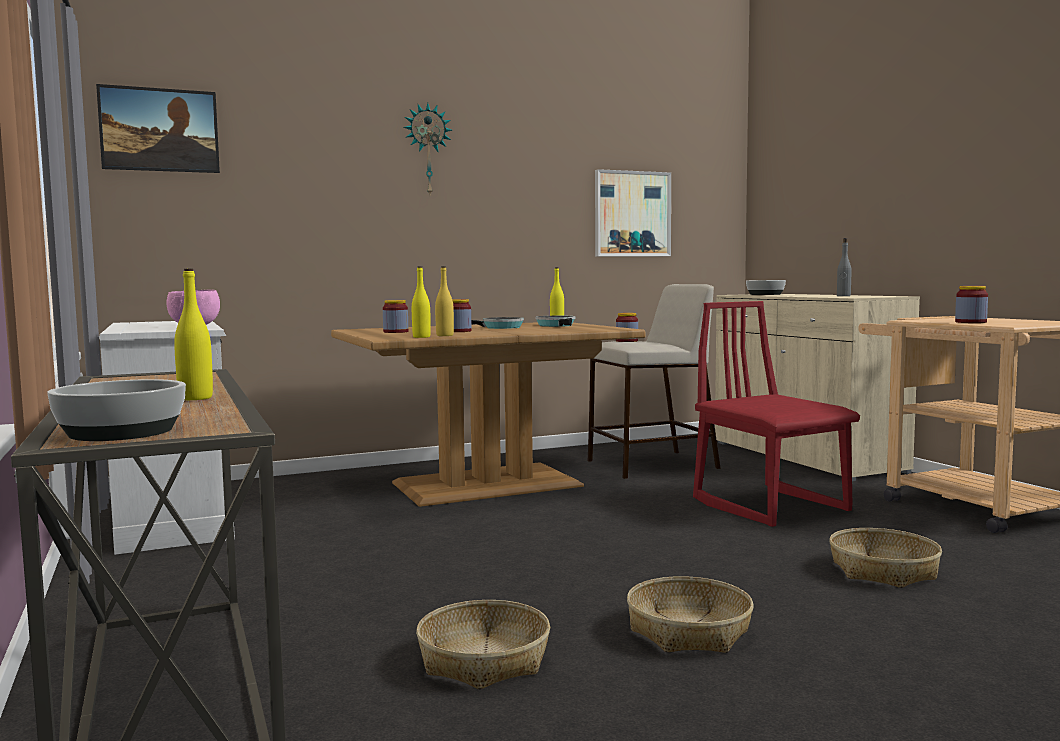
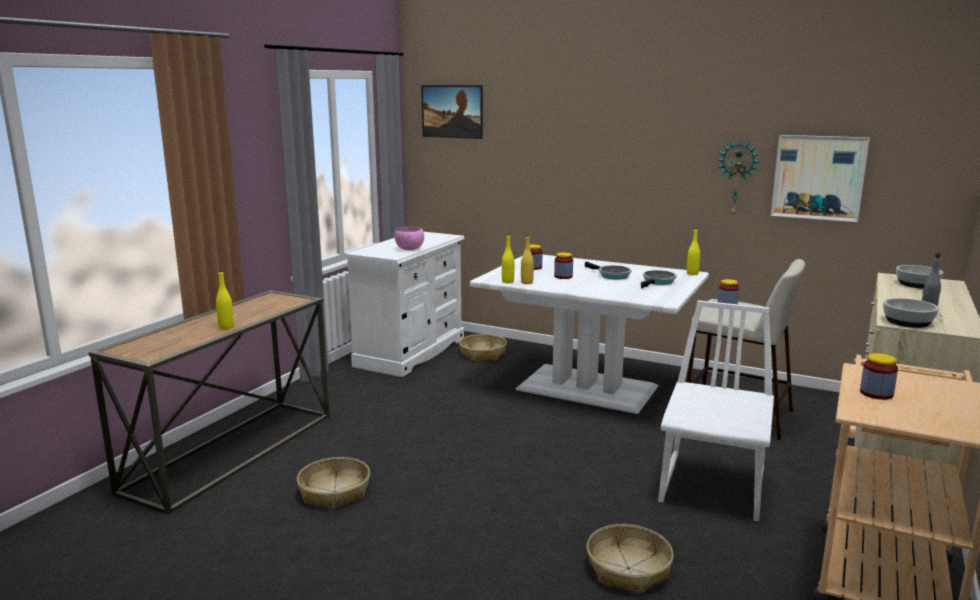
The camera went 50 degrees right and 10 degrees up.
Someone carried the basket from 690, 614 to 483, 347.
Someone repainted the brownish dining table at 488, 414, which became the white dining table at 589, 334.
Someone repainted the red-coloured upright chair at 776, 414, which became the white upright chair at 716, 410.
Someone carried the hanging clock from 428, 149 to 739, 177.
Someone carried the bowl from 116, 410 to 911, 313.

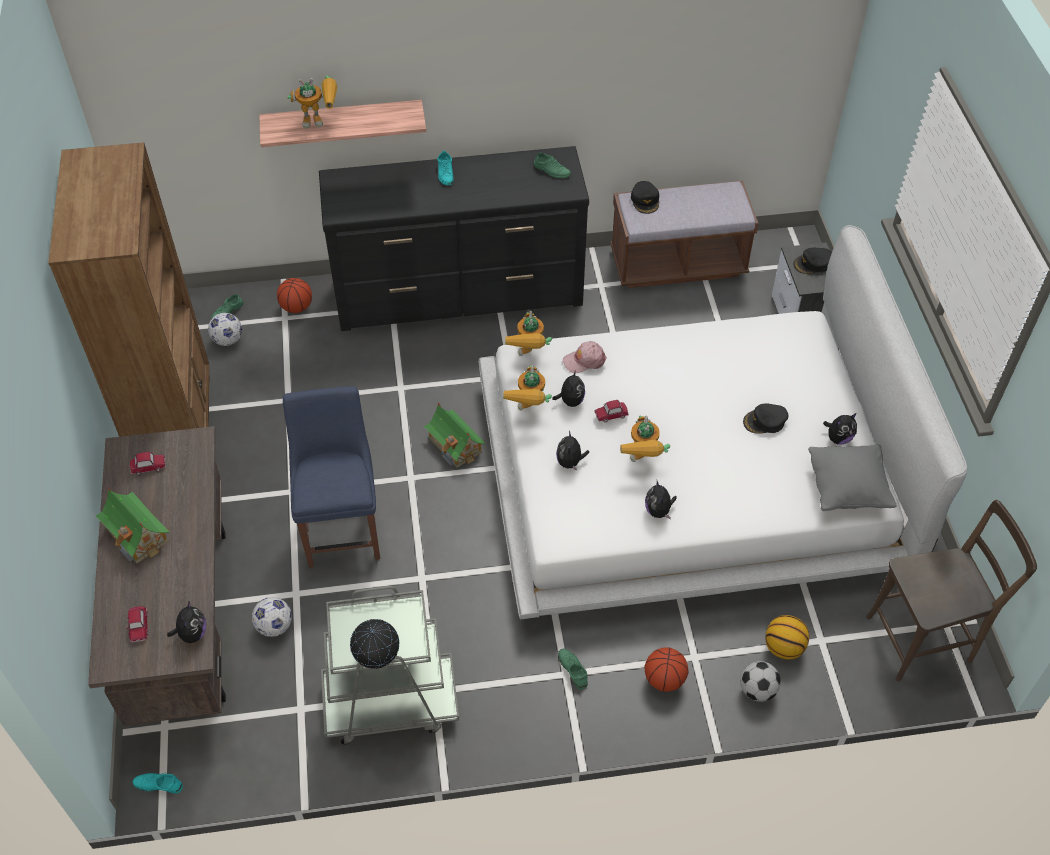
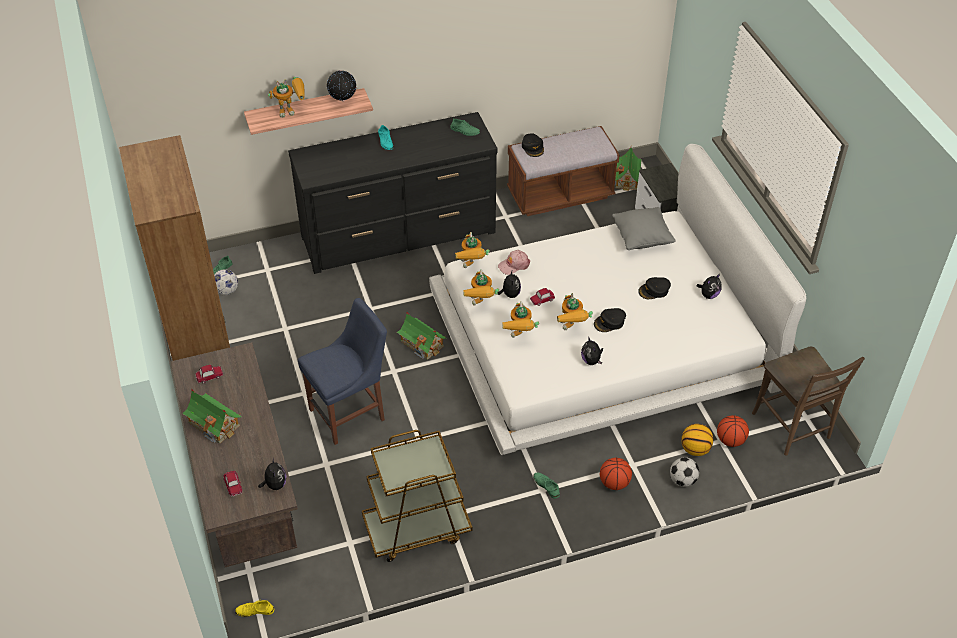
The camera went 10 degrees left and 5 degrees down.
Someone repainted the blue-green shoe at 157, 783, which became the yellowish shoe at 254, 608.
Someone rotated the blue-coloured upright chair at 331, 477 by 75 degrees clockwise.
Someone carried the desk globe from 374, 644 to 341, 86.
Someone repainted the greyish trolley at 390, 665, which became the brownish trolley at 417, 496.
Someone swapped the soft toy at 572, 451 for the model robot at 520, 319.
Someone carried the blackish cap from 812, 261 to 610, 320.
Someone carried the greyish pillow from 852, 478 to 644, 228.
Someone put down the toy house at 628, 169.
Someone carried the ball for basketball from 294, 295 to 733, 431.
Someone rotated the brownish upright chair at 951, 590 by 90 degrees clockwise.
Someone took away the football at 272, 617.

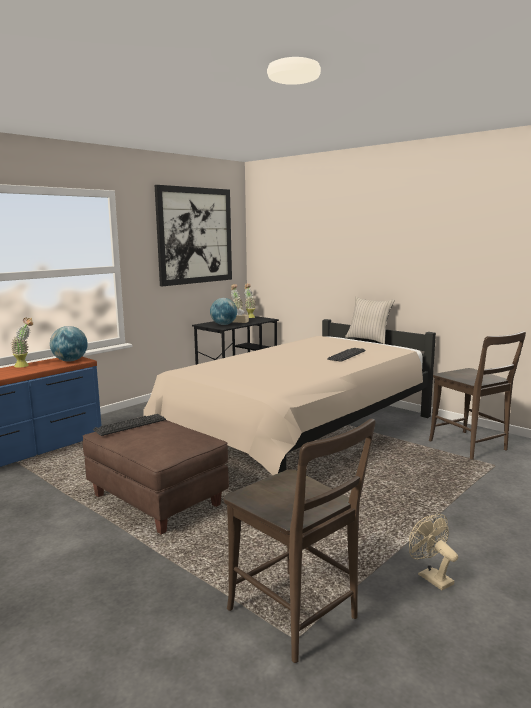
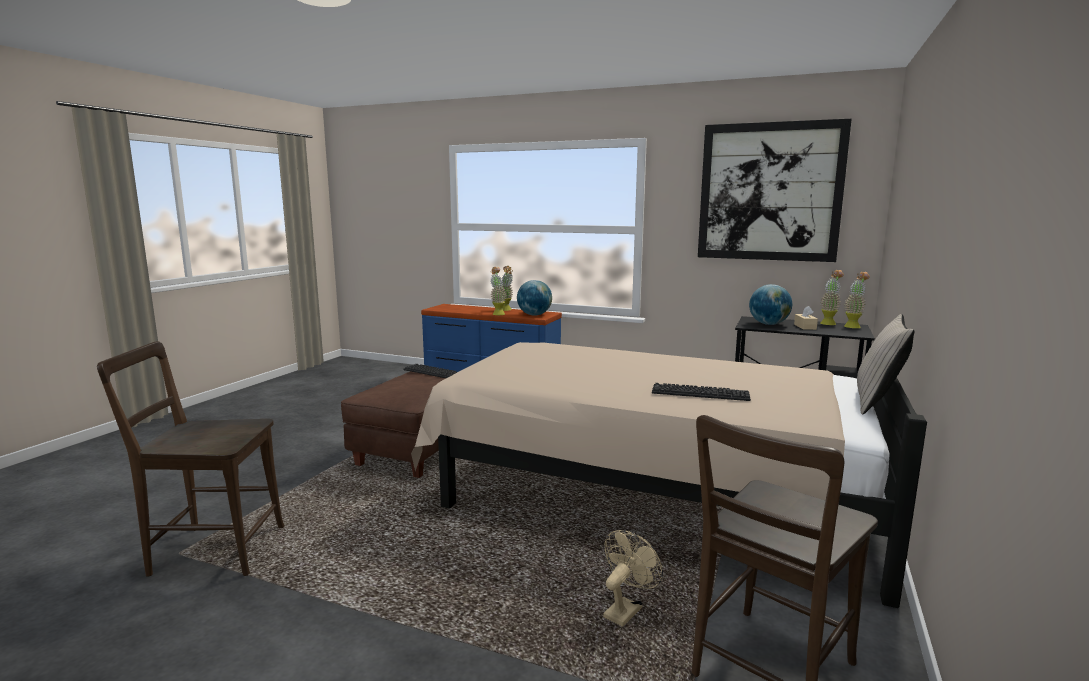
The camera went 70 degrees right and 0 degrees up.
Someone rotated the brownish upright chair at 300, 541 by 60 degrees clockwise.
Someone put down the potted plant at 498, 291.
Someone carried the beige cooling fan from 433, 552 to 633, 578.

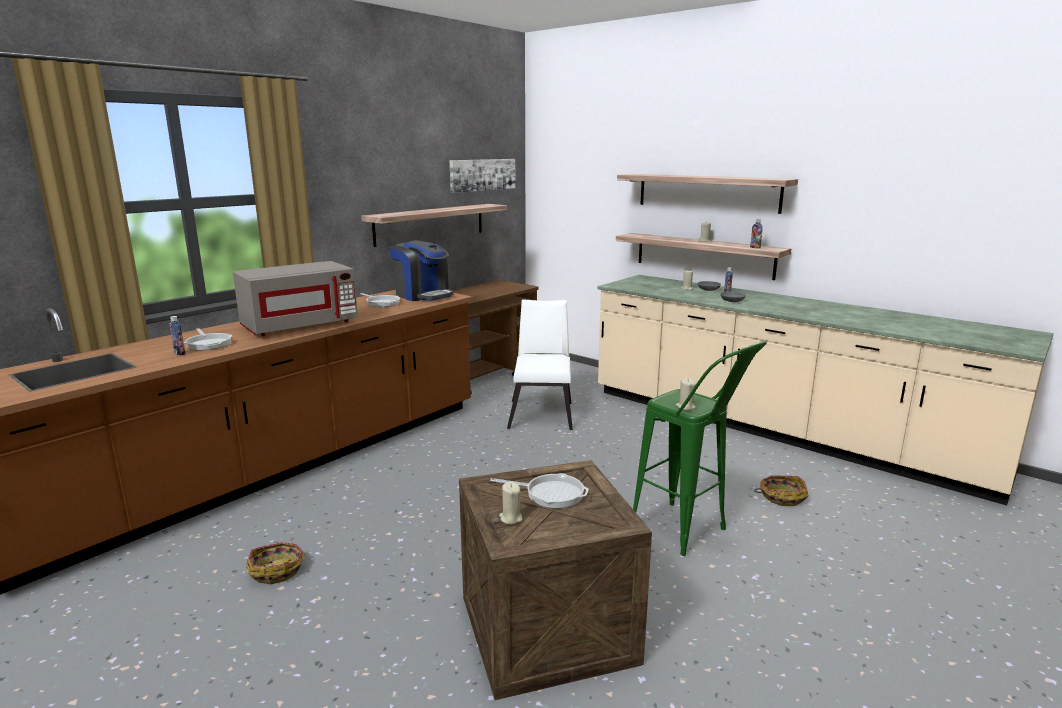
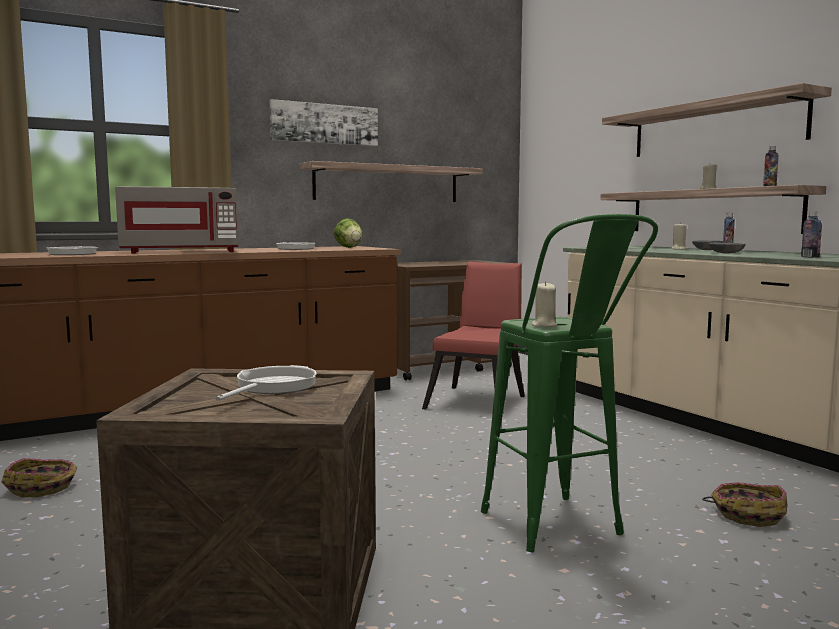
The camera went 20 degrees right and 10 degrees down.
Someone rotated the pan at 539, 490 by 105 degrees counterclockwise.
Someone carried the picture from 482, 176 to 324, 122.
Someone swapped the coffee maker at 421, 270 for the head of lettuce at 348, 233.
Someone repainted the white upright chair at 540, 364, which became the red-coloured upright chair at 473, 339.
Someone carried the beverage bottle from 177, 335 to 811, 235.
Someone took away the beige wax light at 511, 503.

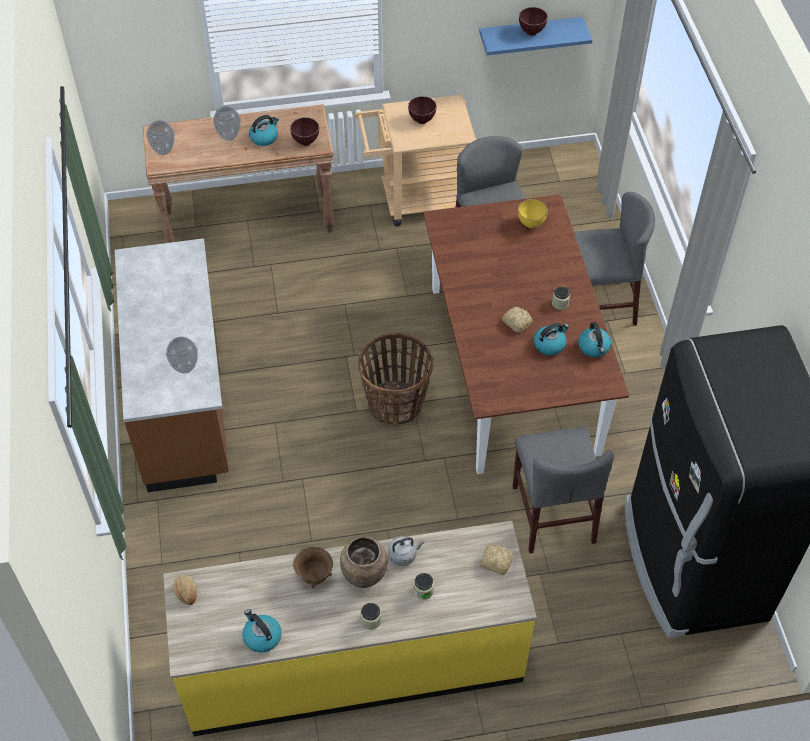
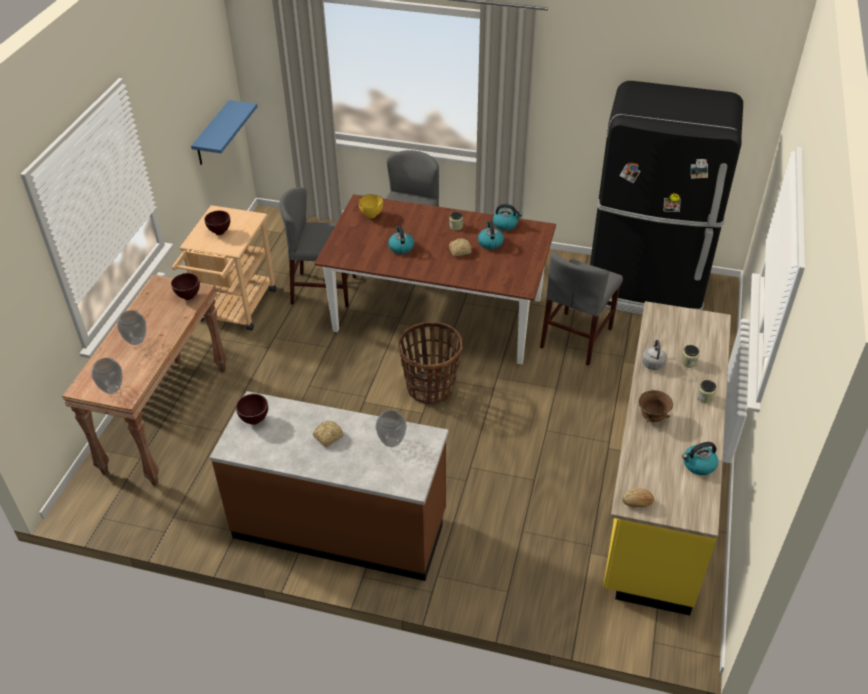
The camera went 65 degrees left and 10 degrees down.
Someone carried the brownish bowl from 533, 21 to 252, 409.
Someone carried the baked bread from 496, 559 to 328, 434.
Someone carried the kettle from 264, 130 to 401, 239.
Someone rotated the greyish upright chair at 563, 490 by 105 degrees clockwise.
Someone took away the brownish flower vase at 364, 562.

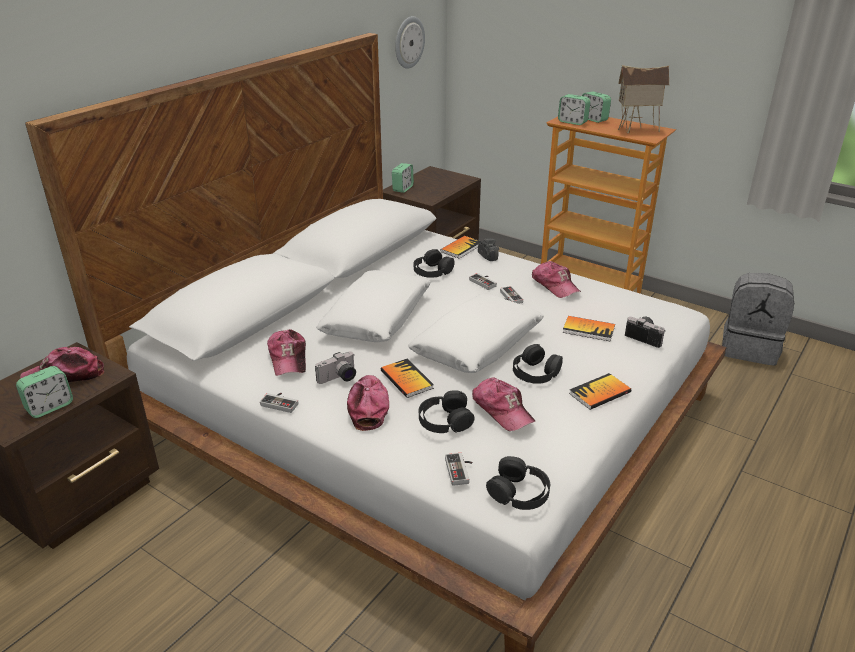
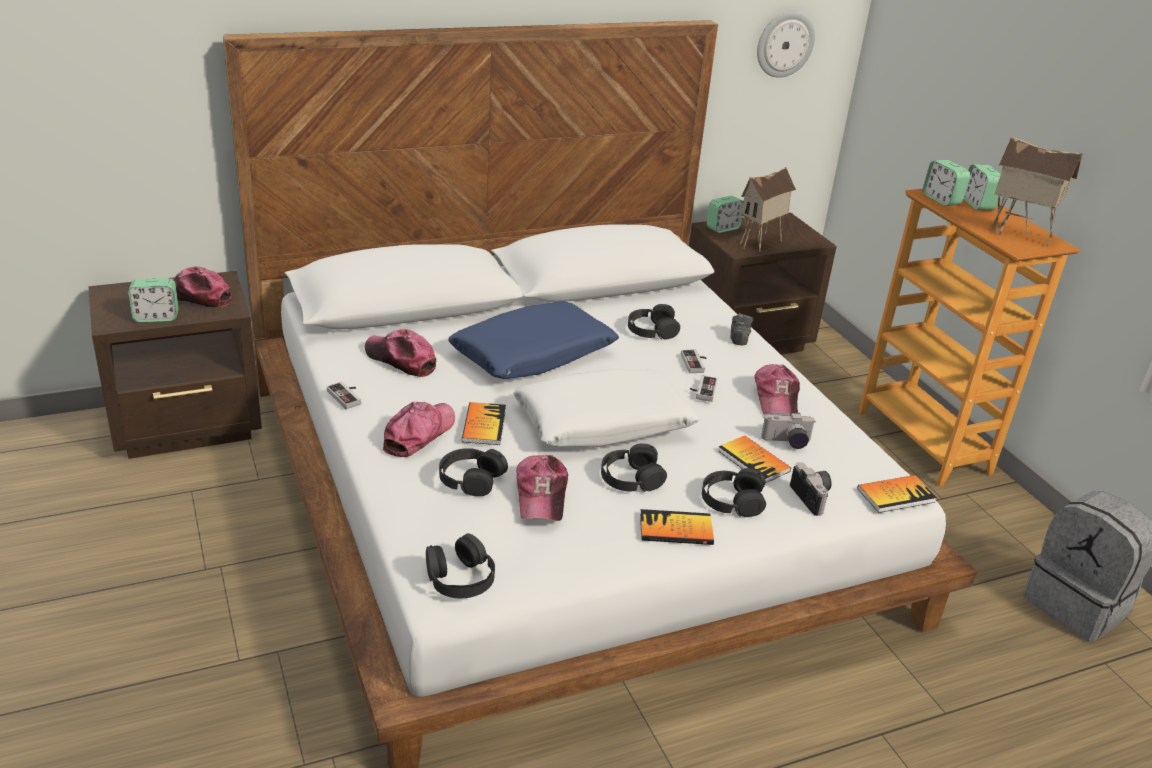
The camera went 30 degrees right and 0 degrees up.
Someone rotated the cap at 286, 352 by 105 degrees clockwise.
Someone repainted the white pillow at 373, 306, which became the blue-coloured pillow at 533, 340.
Someone put down the blackish headphones at 734, 492.
Someone put down the toy house at 768, 209.
Someone carried the still camera from 335, 368 to 788, 430.
Someone carried the bound book from 460, 247 to 897, 494.
Someone took away the game controller at 458, 469.

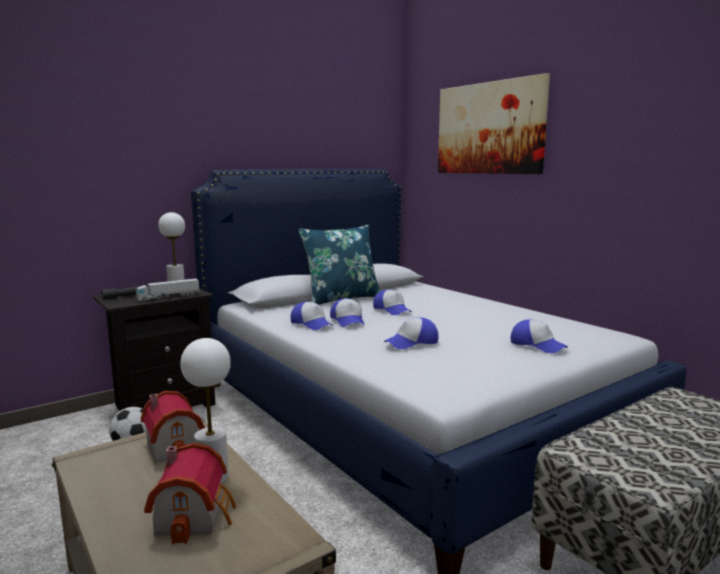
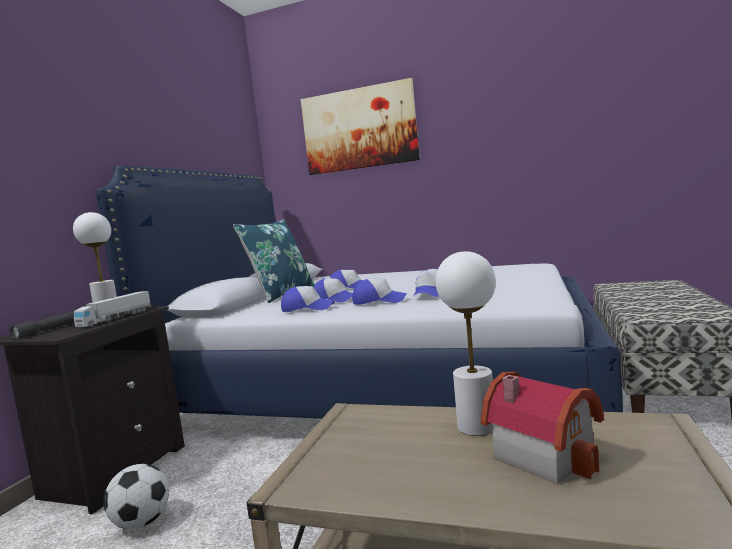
The camera went 35 degrees left and 5 degrees down.
Someone carried the cap from 539, 336 to 379, 292.
Someone took away the toy house at 173, 427.

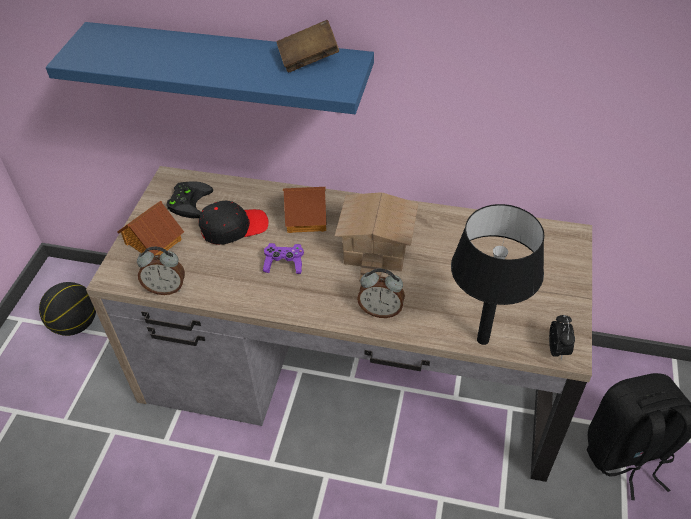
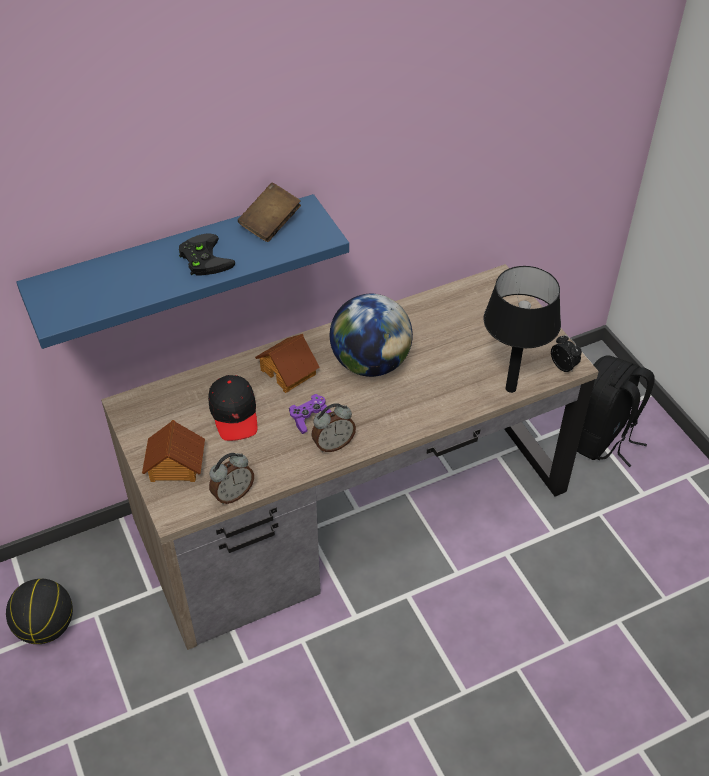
The camera went 40 degrees left and 0 degrees up.
Someone carried the blackish game controller from 190, 199 to 207, 254.
Someone rotated the blackish cap at 233, 223 by 135 degrees clockwise.
Someone carried the table clock from 381, 293 to 333, 427.
Someone swapped the toy house at 376, 237 for the desk globe at 371, 335.

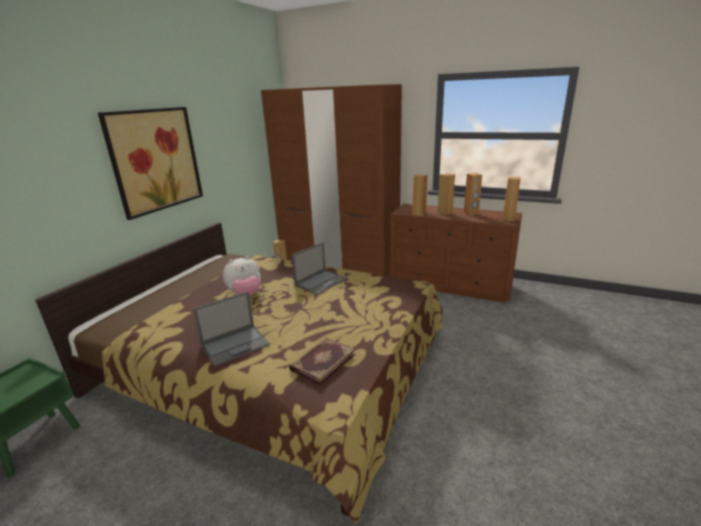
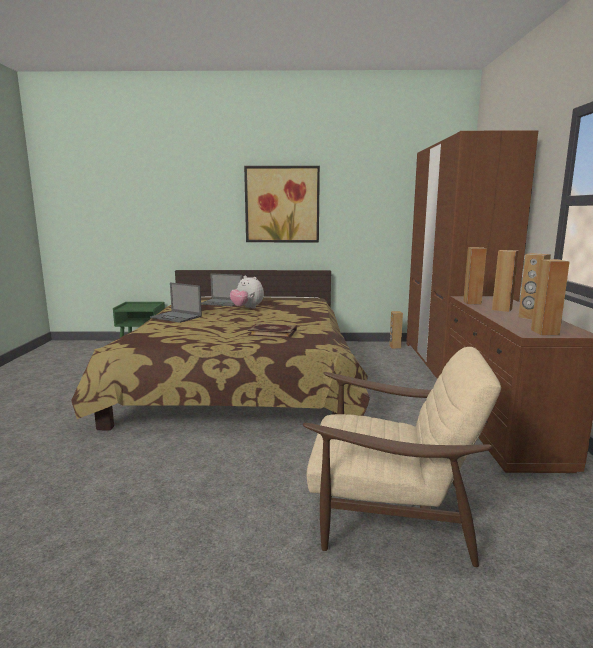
The camera went 65 degrees right and 10 degrees down.
Someone carried the notebook computer from 319, 268 to 222, 290.
Someone carried the bound book from 322, 362 to 272, 330.
Someone put down the beige armchair at 402, 457.

